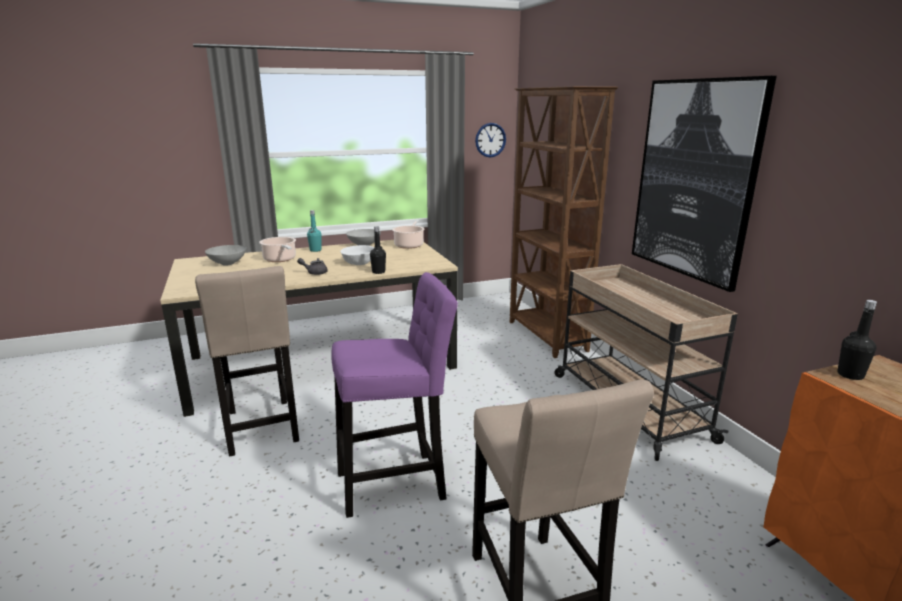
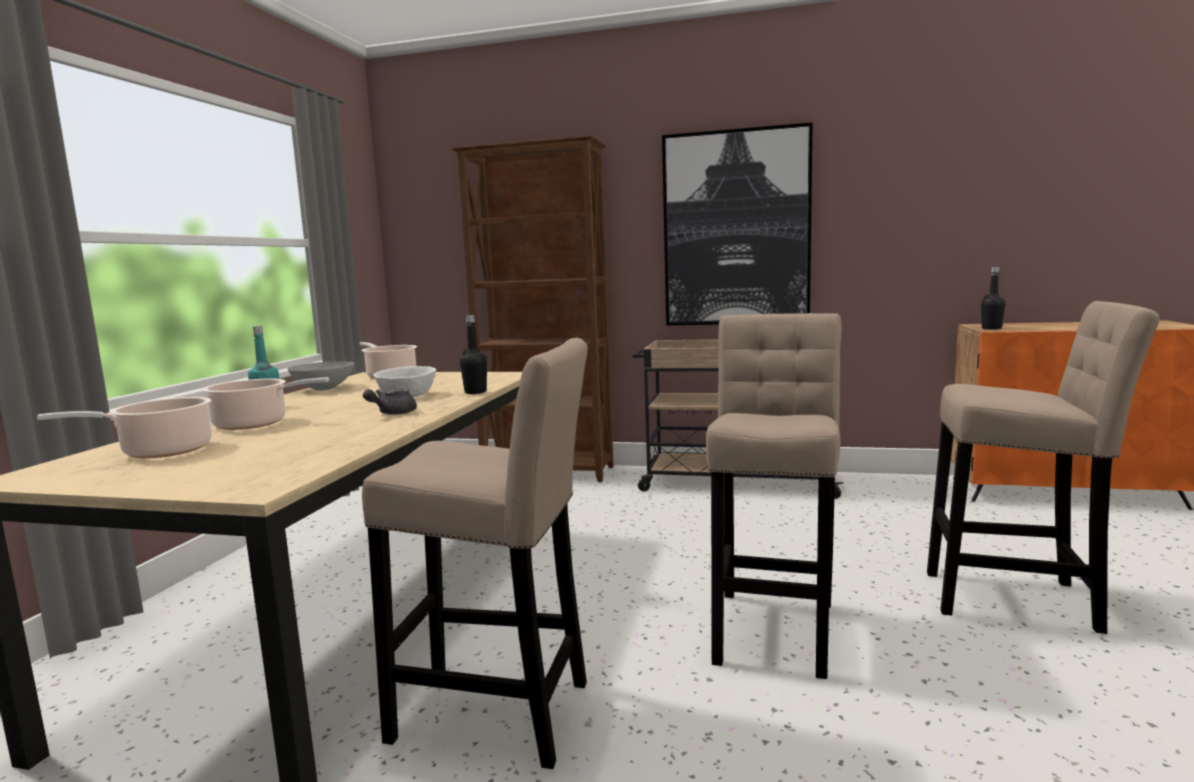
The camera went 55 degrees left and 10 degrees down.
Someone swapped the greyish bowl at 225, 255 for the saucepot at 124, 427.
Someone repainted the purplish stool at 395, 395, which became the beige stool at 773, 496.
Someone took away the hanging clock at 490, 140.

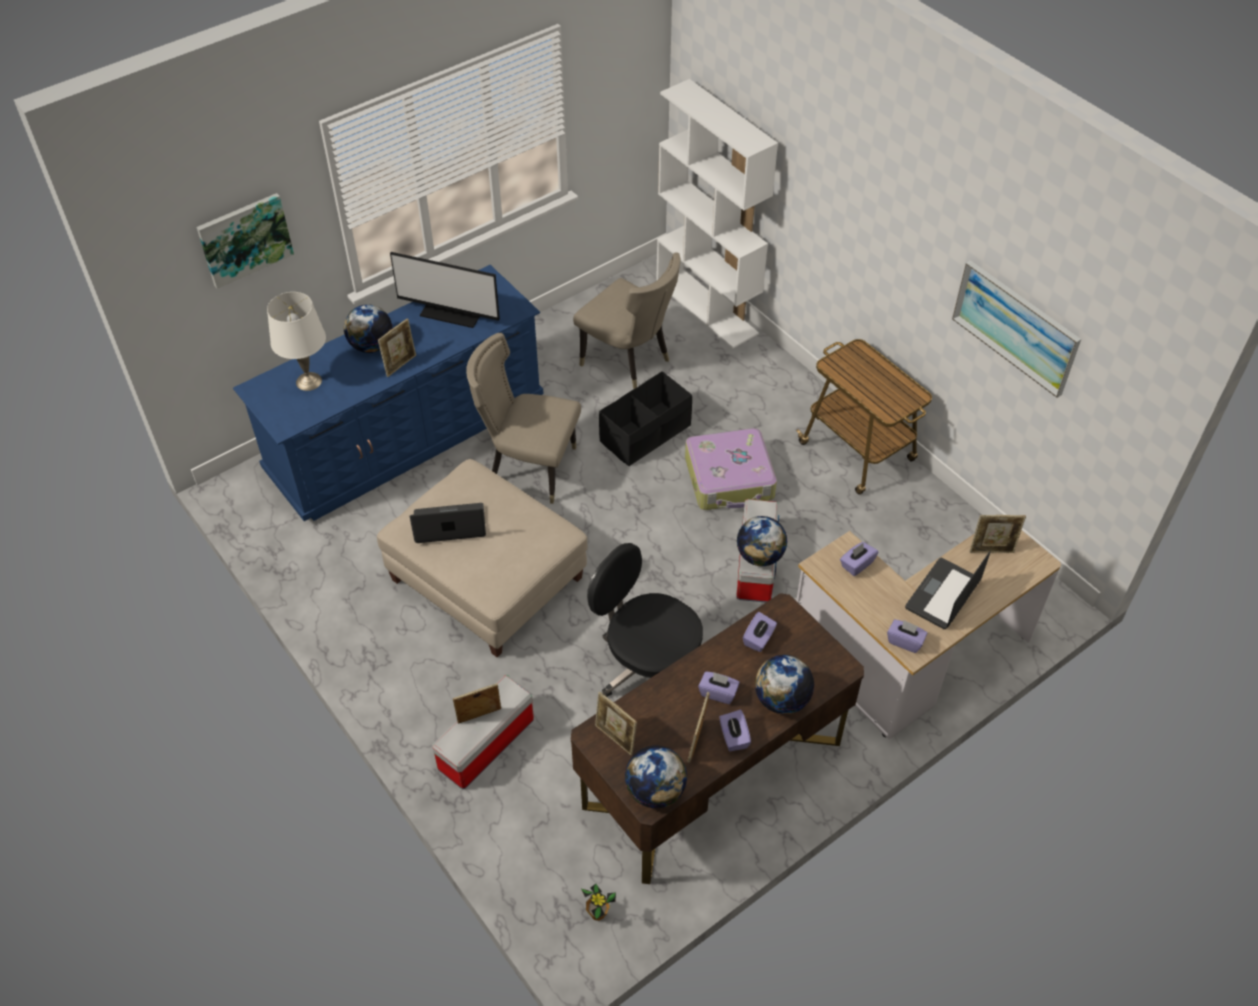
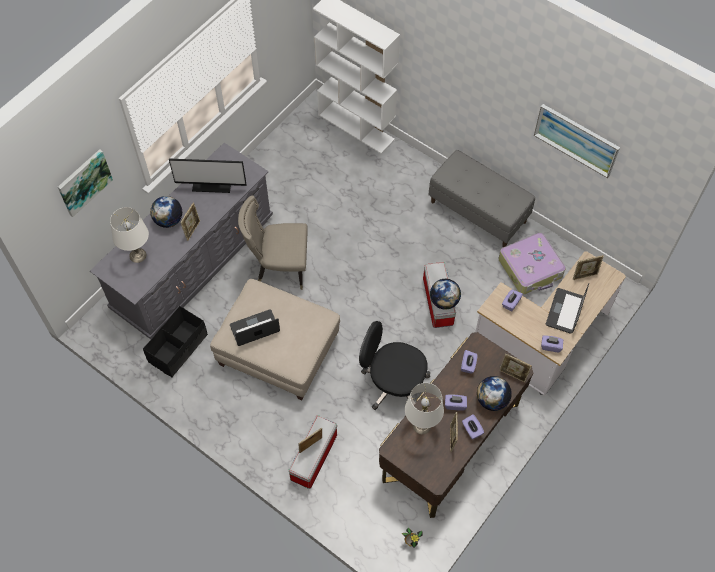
The camera went 15 degrees left and 10 degrees up.
Someone repainted the blue-coloured dresser at 388, 393, which became the greyish dresser at 181, 241.
Someone carried the blackish storage container from 645, 418 to 175, 341.
Someone put down the white table lamp at 424, 408.
Someone swapped the trolley at 864, 417 for the greyish long seat at 482, 198.
Someone carried the suitcase from 731, 469 to 532, 264.
Someone carried the photo frame from 616, 723 to 515, 367.
Someone took away the beige upright chair at 627, 321.
Someone took away the desk globe at 656, 776.

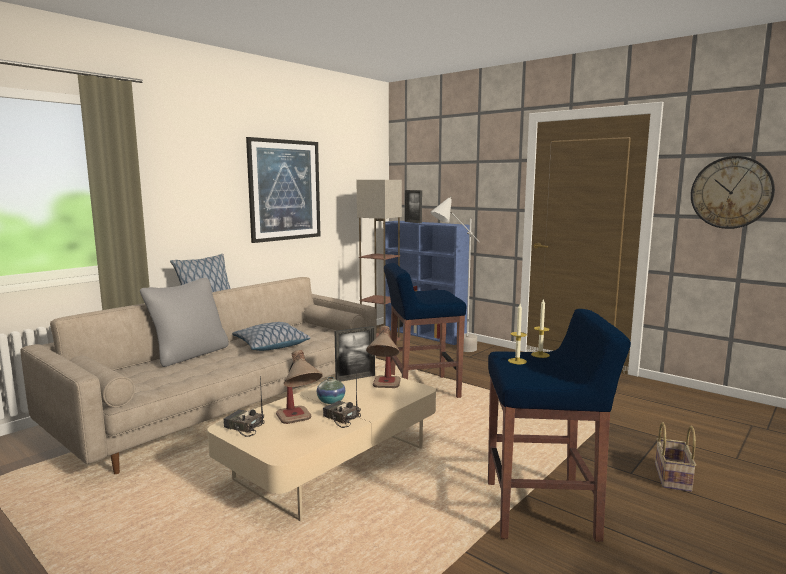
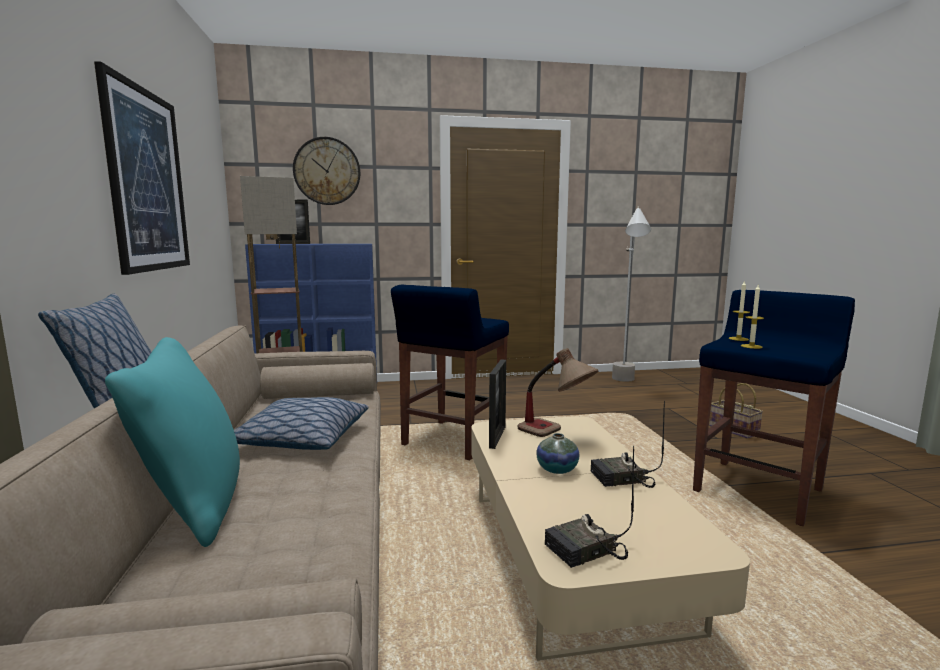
The camera went 50 degrees left and 0 degrees up.
Someone repainted the greyish pillow at 184, 322, which became the blue-green pillow at 172, 442.
Someone carried the hanging clock from 733, 192 to 326, 171.
Someone carried the greyish standard lamp from 454, 274 to 631, 294.
Someone took away the table lamp at 299, 387.

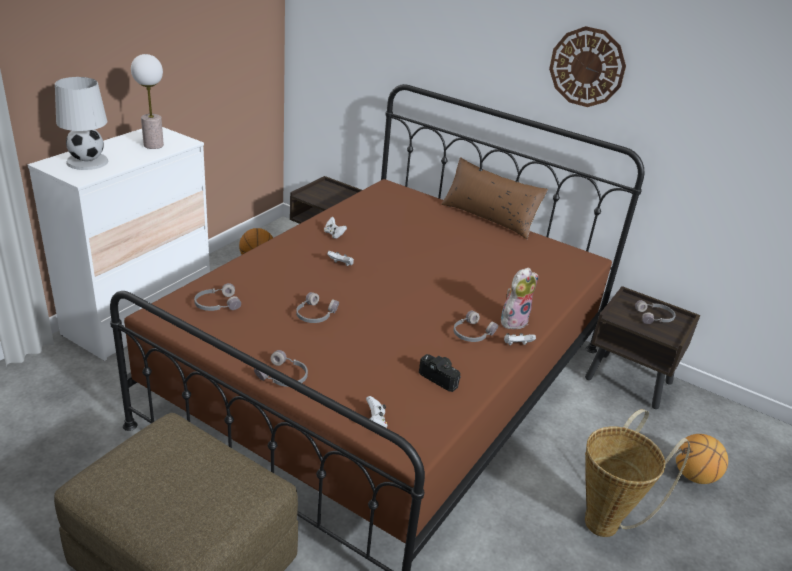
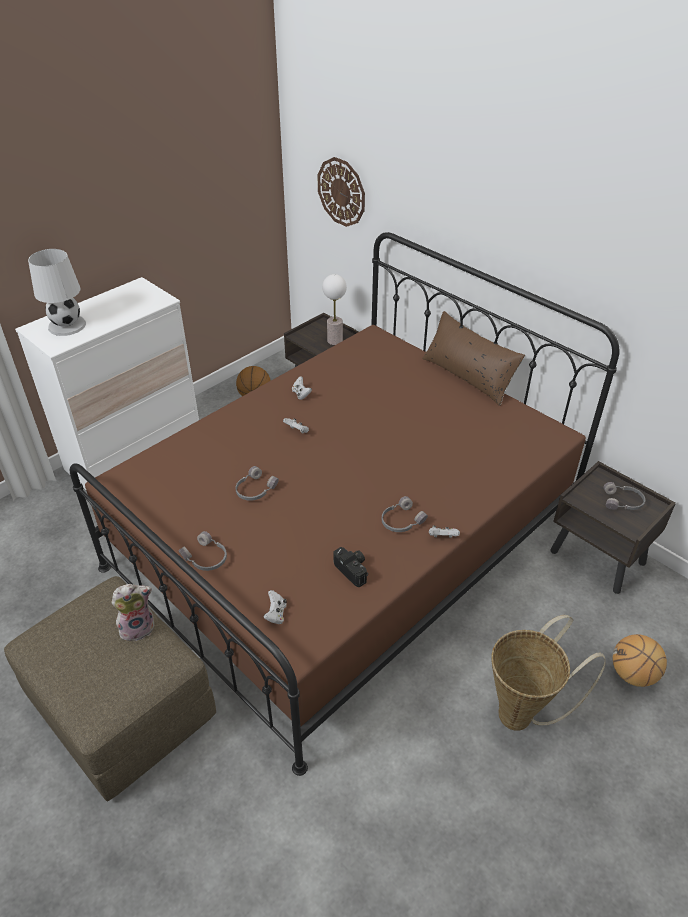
The camera went 15 degrees right and 10 degrees up.
Someone carried the soft toy from 519, 298 to 132, 612.
Someone carried the hanging clock from 587, 66 to 341, 192.
Someone carried the table lamp from 147, 101 to 334, 309.
Someone took away the greyish headphones at 217, 297.

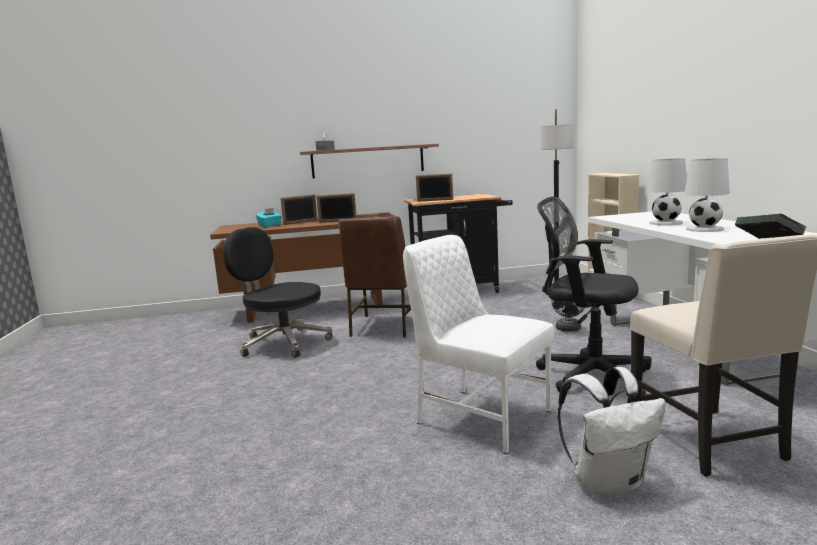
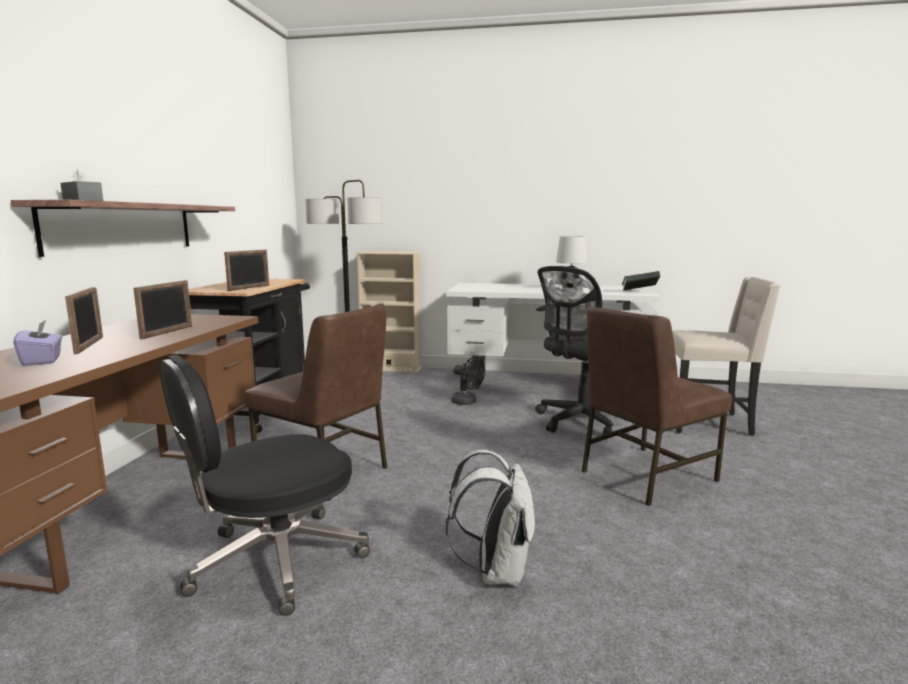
The camera went 70 degrees left and 0 degrees up.
Someone repainted the blue-green tissue box at 269, 217, which became the purplish tissue box at 37, 343.
Someone carried the white rucksack from 612, 432 to 491, 518.
Someone repainted the white upright chair at 479, 344, which became the brownish upright chair at 657, 406.
Someone took away the white table lamp at 667, 192.

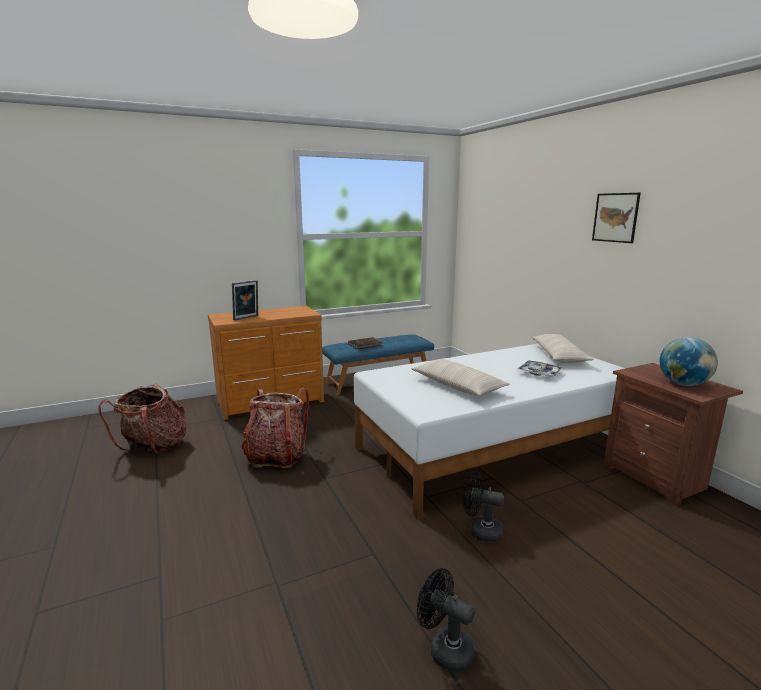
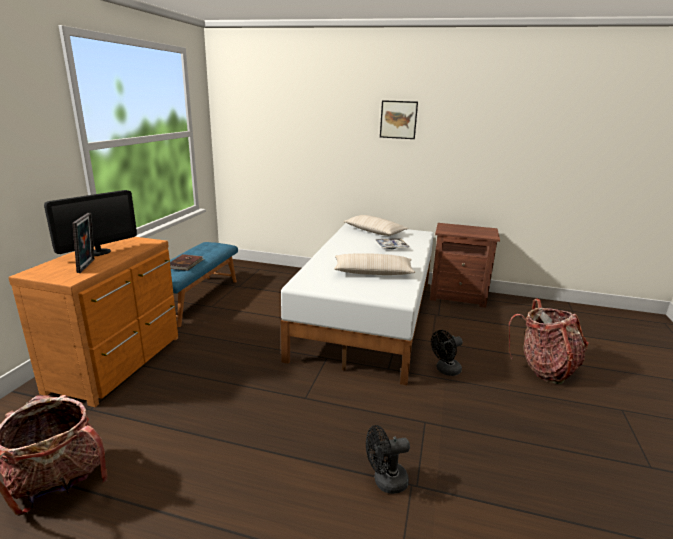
The camera went 50 degrees left and 5 degrees up.
Someone put down the computer display at 90, 223.
Someone carried the blackish cooling fan from 446, 620 to 388, 459.
Someone carried the rucksack from 275, 428 to 548, 341.
Someone took away the desk globe at 688, 361.

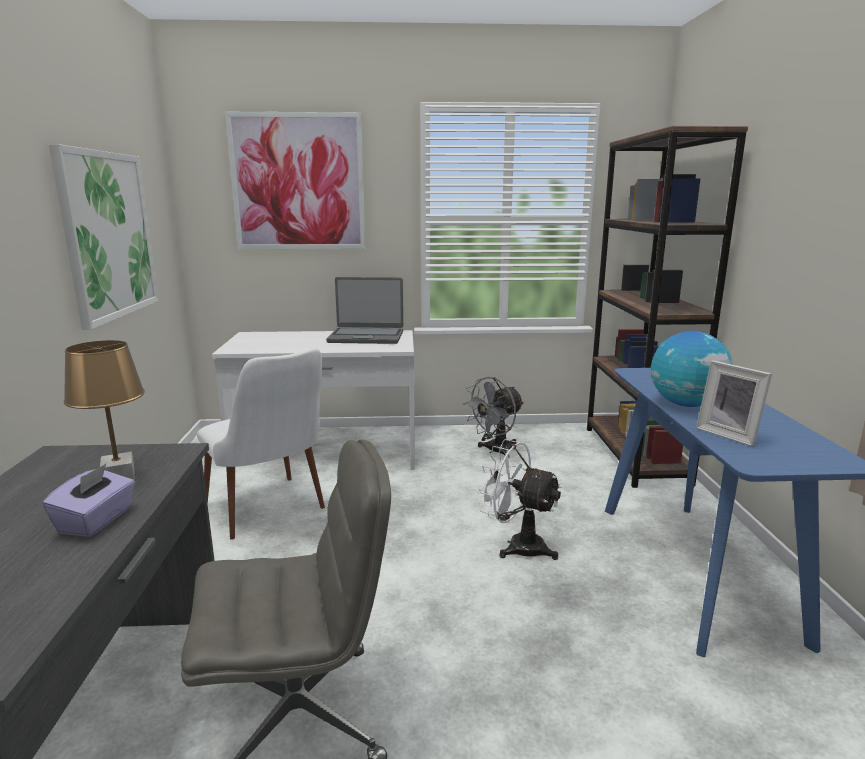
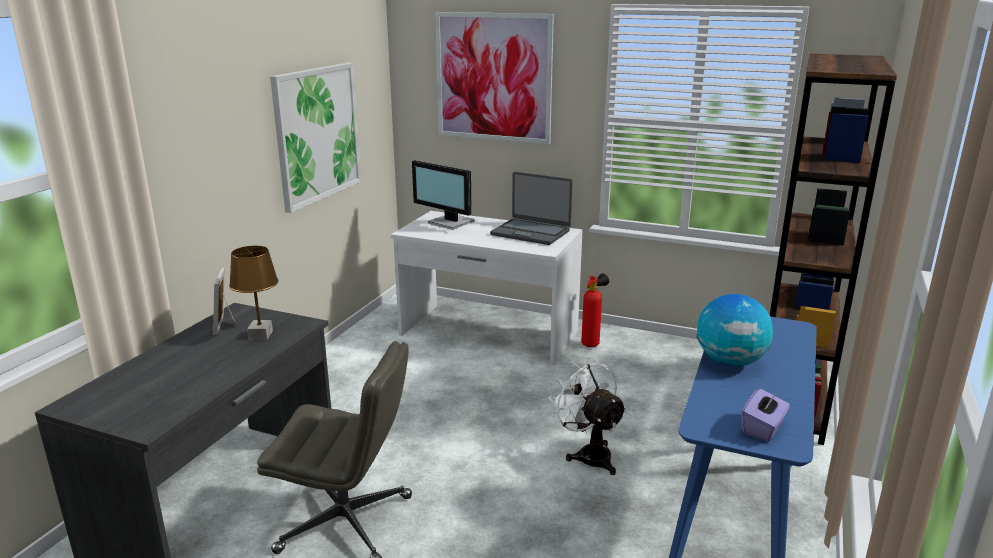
The camera went 25 degrees right and 5 degrees up.
Someone carried the photo frame from 734, 403 to 225, 301.
Someone put down the computer display at 443, 195.
Someone put down the fire extinguisher at 595, 310.
Someone carried the purplish tissue box from 88, 500 to 766, 415.
Someone took away the white upright chair at 261, 444.
Someone took away the greyish cooling fan at 493, 417.

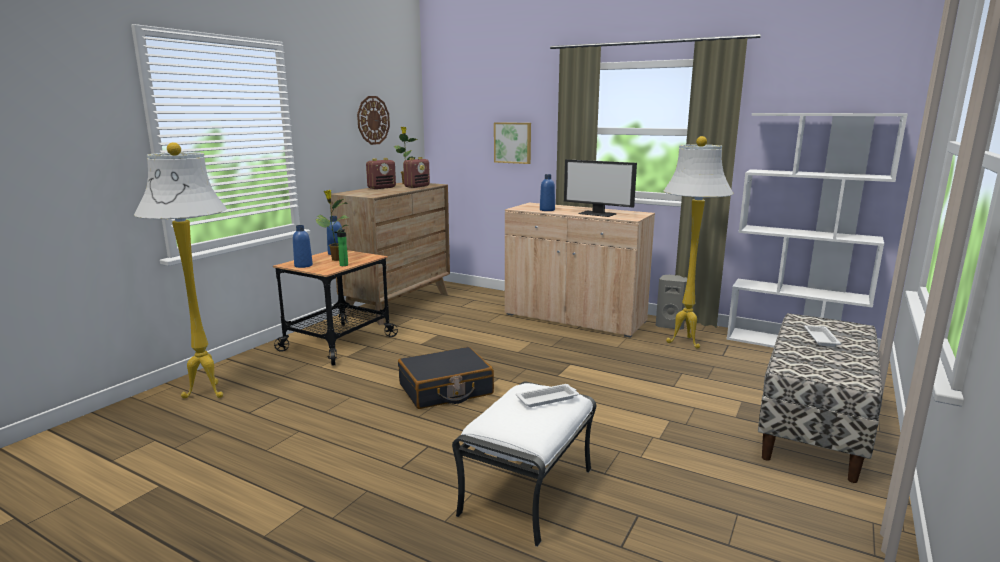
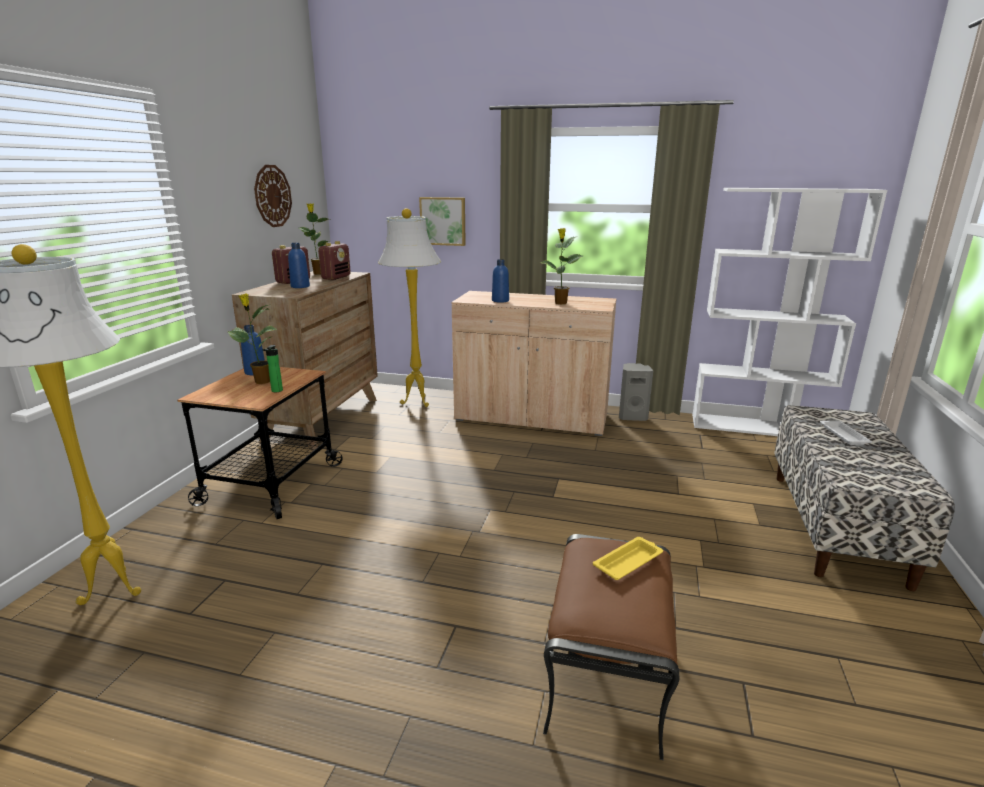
The camera went 15 degrees left and 5 degrees up.
Someone carried the blue-coloured beverage bottle from 303, 246 to 299, 265.
Someone carried the white standard lamp from 698, 242 to 409, 307.
Someone swapped the computer display at 600, 188 for the potted plant at 561, 266.
Someone repainted the white footrest at 524, 464, which became the brownish footrest at 611, 647.
Someone repainted the white carrying tray at 547, 395, which became the yellowish carrying tray at 628, 558.
Someone took away the blackish suitcase at 446, 378.

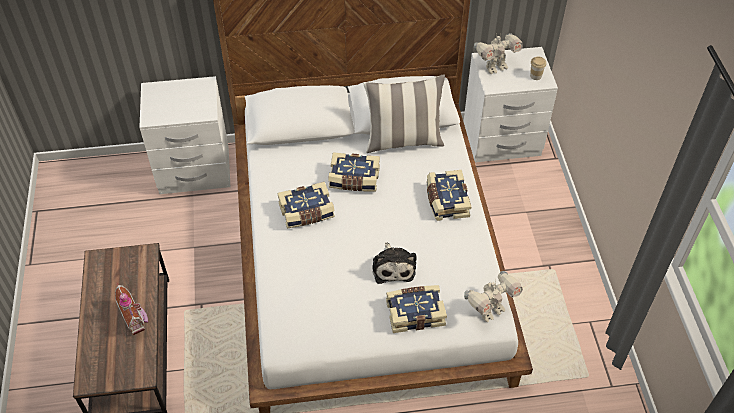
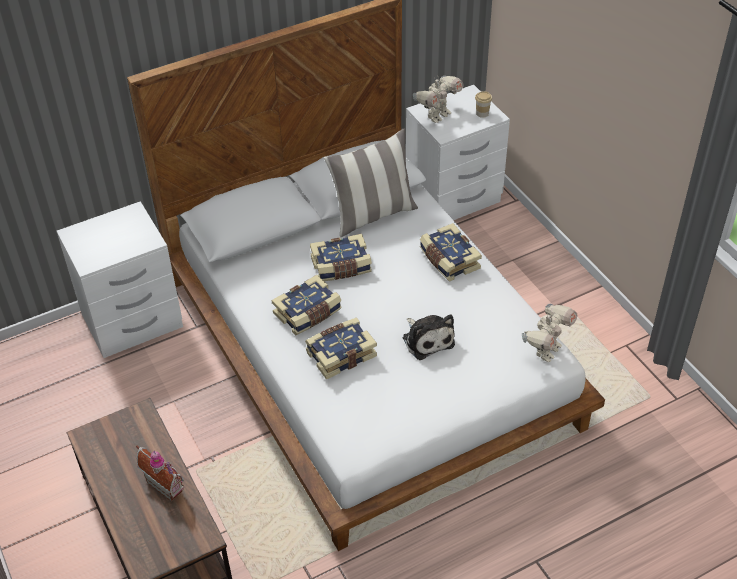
The camera went 20 degrees left and 5 degrees down.
Someone carried the bound book from 416, 309 to 341, 348.

